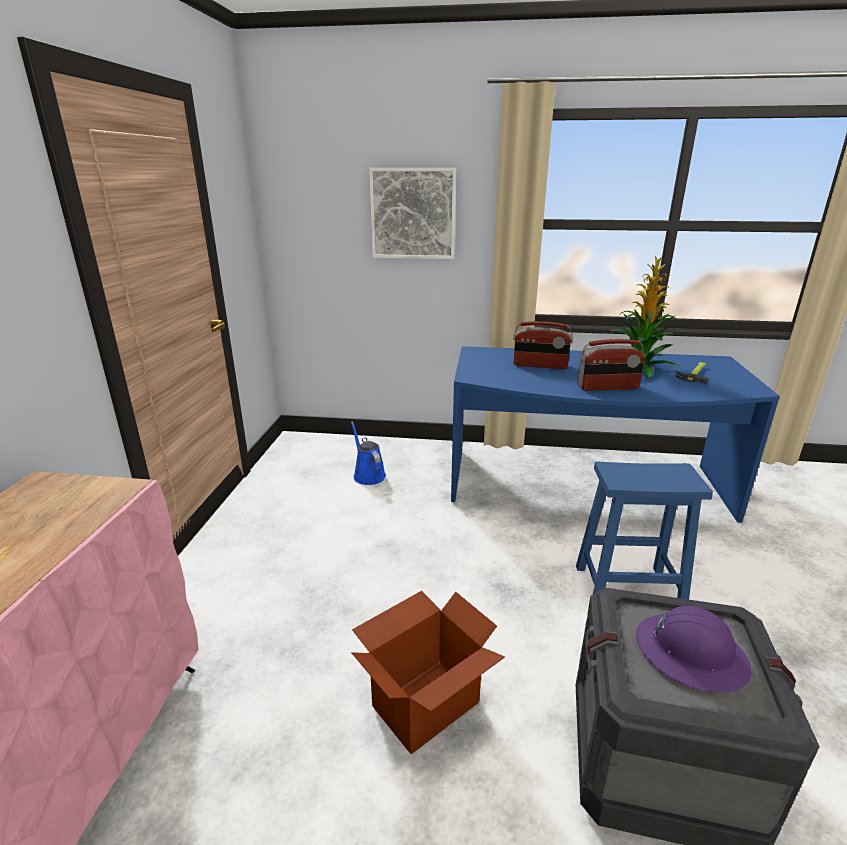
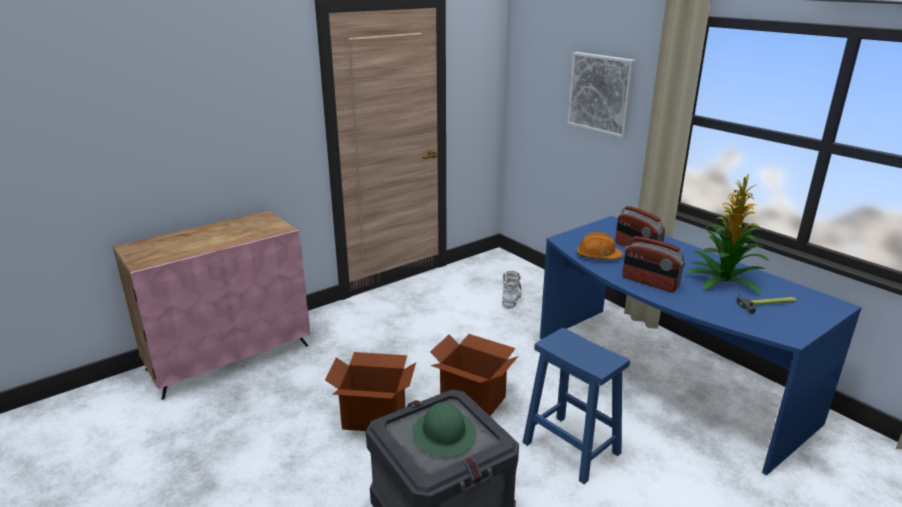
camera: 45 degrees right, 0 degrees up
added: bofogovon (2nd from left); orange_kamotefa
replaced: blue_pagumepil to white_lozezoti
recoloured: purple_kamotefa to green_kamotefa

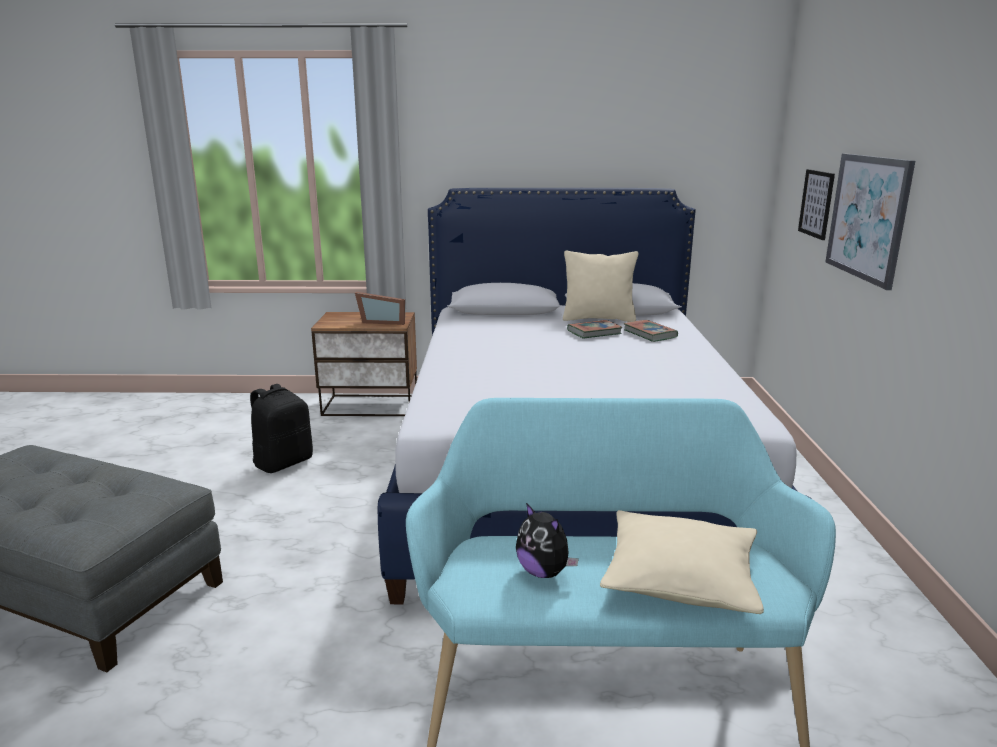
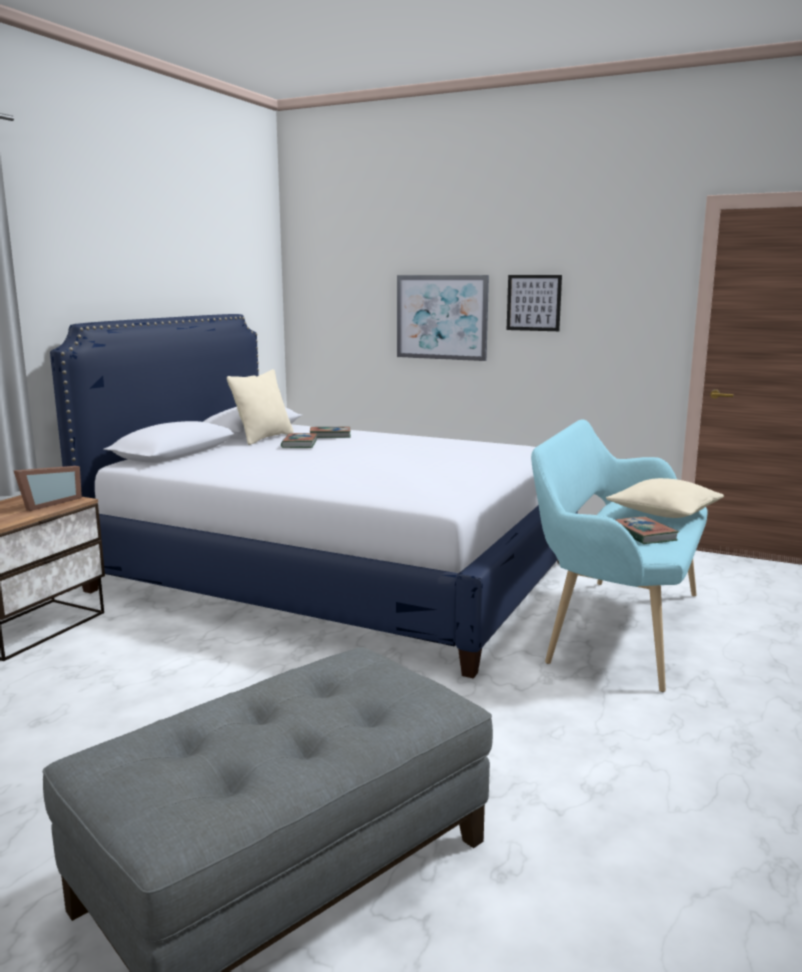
camera: 65 degrees left, 5 degrees down
removed: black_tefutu
moved: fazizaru (1st from left in the first image) to fazizaru (2nd from left)
replaced: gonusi to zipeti (3rd from left)

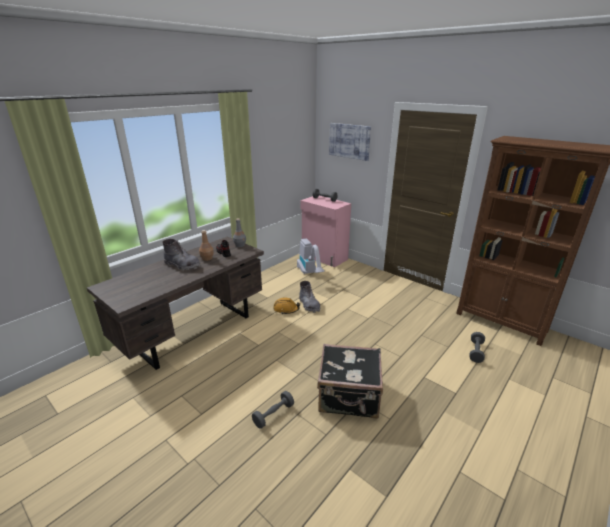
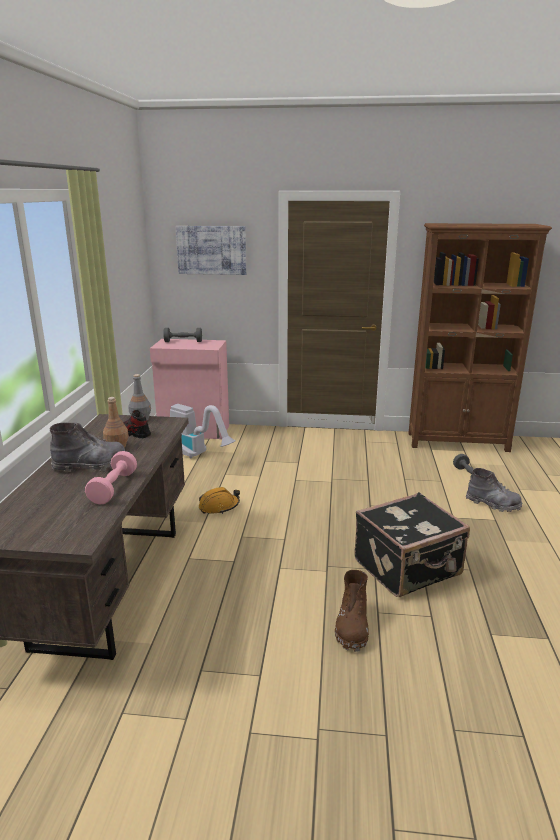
camera: 35 degrees left, 5 degrees down
added: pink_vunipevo
moved: grey_lozezoti (2nd from left)
replaced: grey_vunipevo (1st from left) to brown_lozezoti

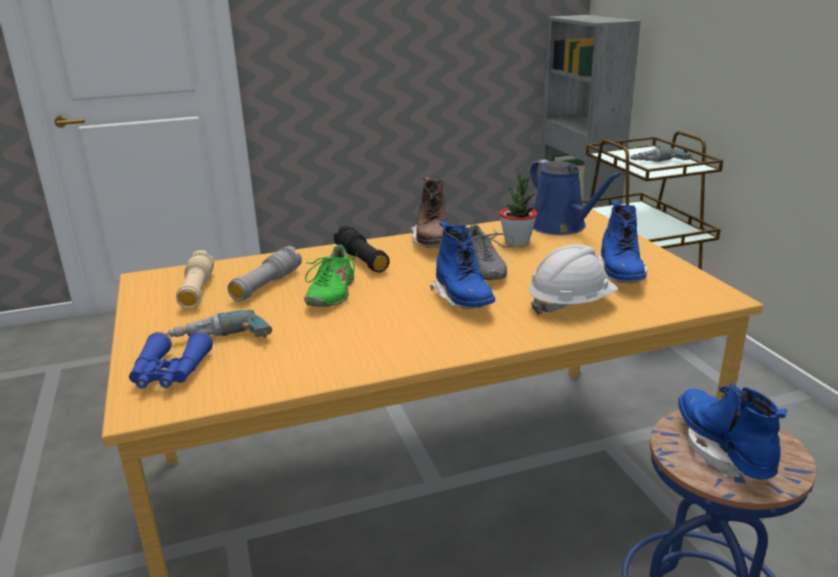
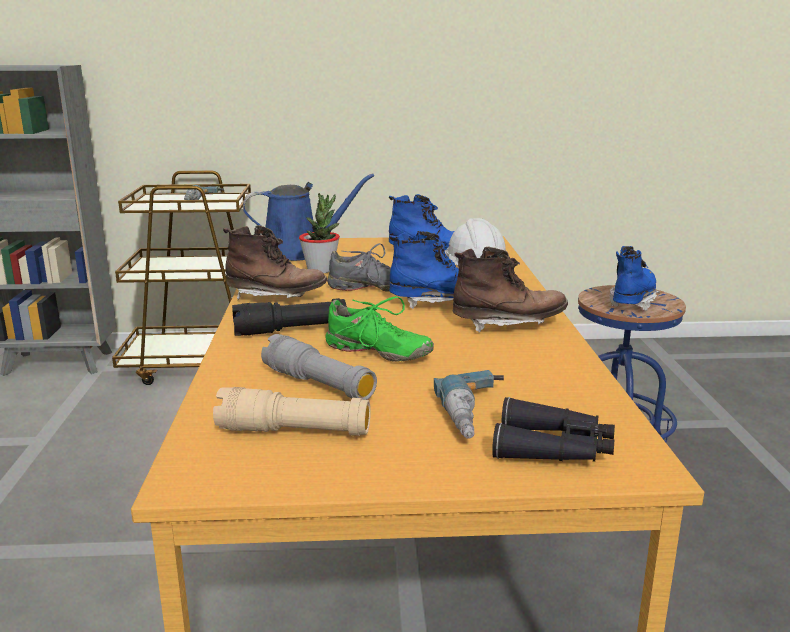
camera: 75 degrees left, 5 degrees down
added: brown_lozezoti (2nd from left)
recoloured: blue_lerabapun to black_lerabapun
turned: blue_lozezoti (3rd from left) 120 degrees clockwise

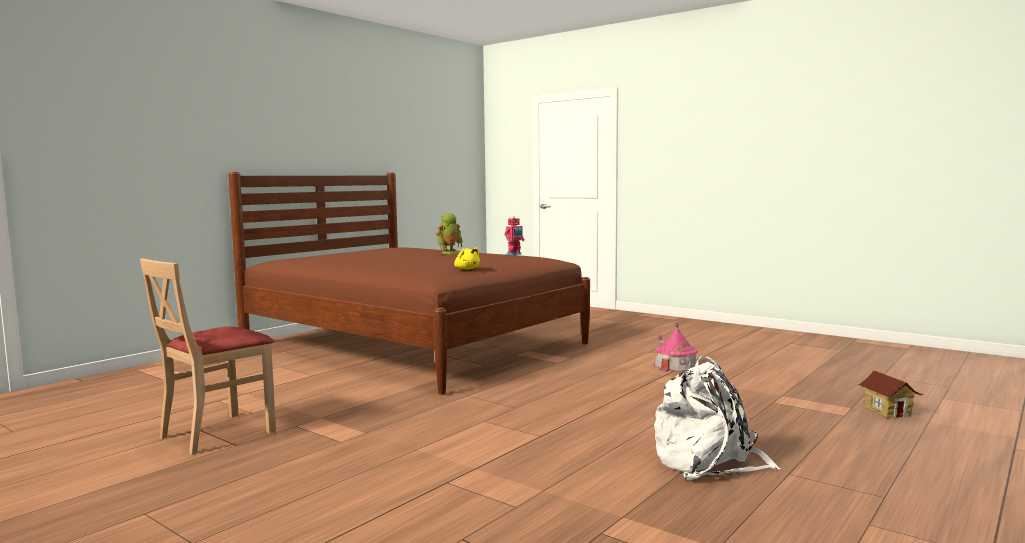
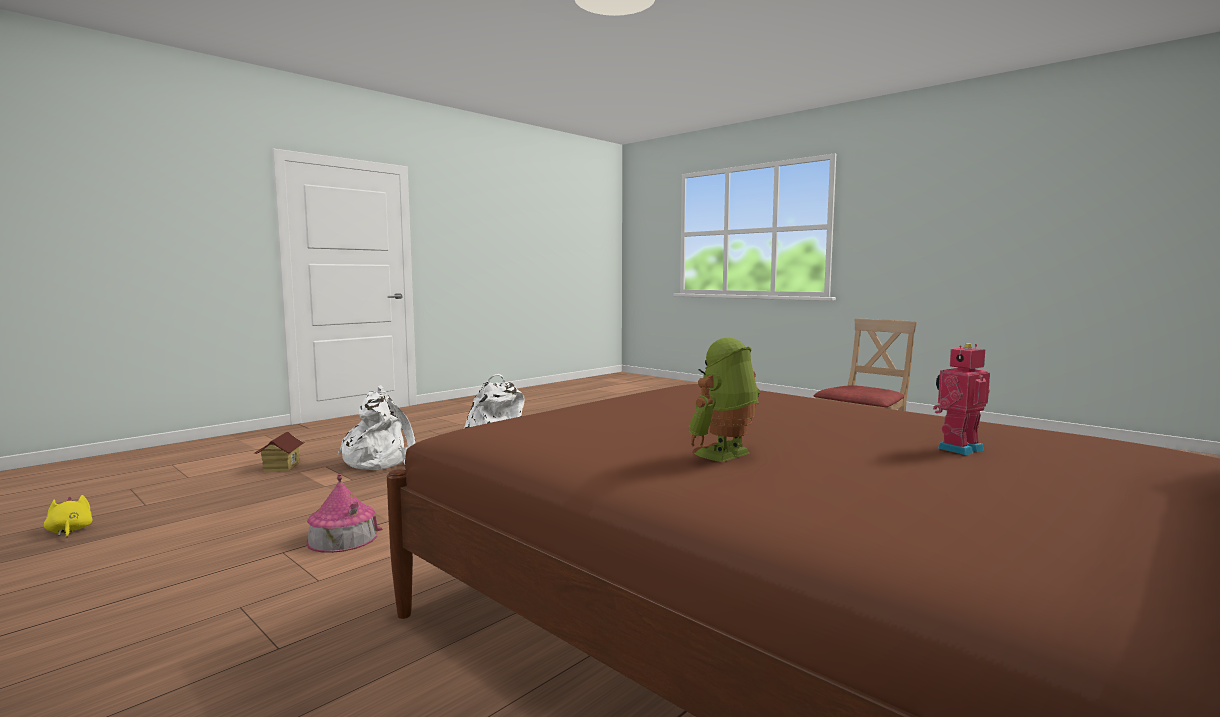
camera: 175 degrees left, 0 degrees up
added: white_tefutu (1st from left)
moved: yellow_gonusi; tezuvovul (2nd from left)

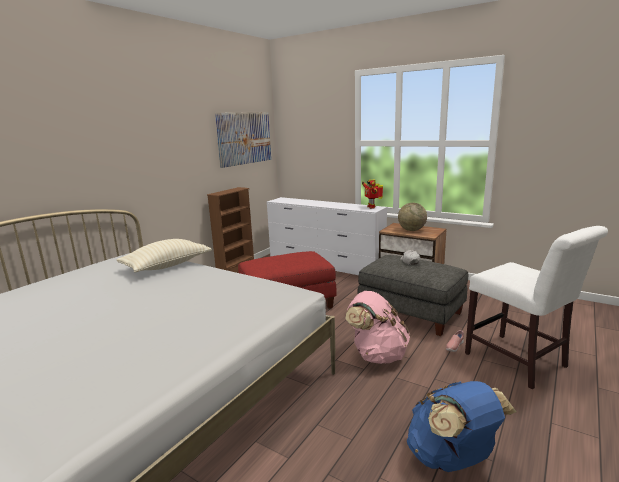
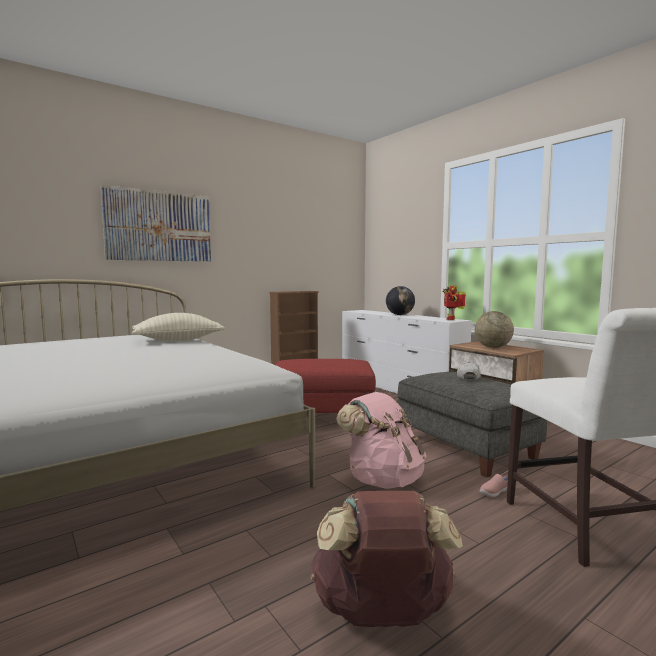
camera: 20 degrees right, 10 degrees down
added: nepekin (1st from left)
moved: fazizaru
recoloured: blue_tefutu to brown_tefutu

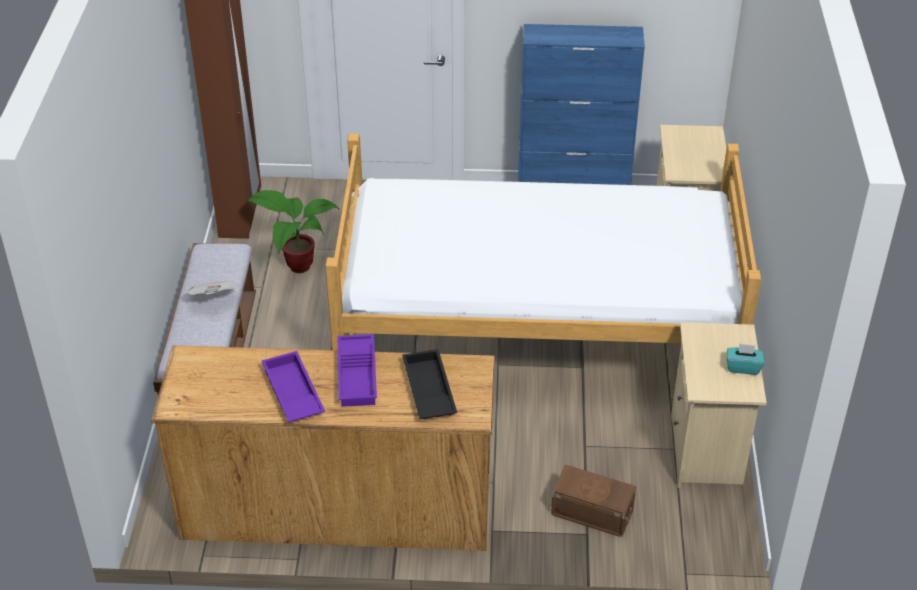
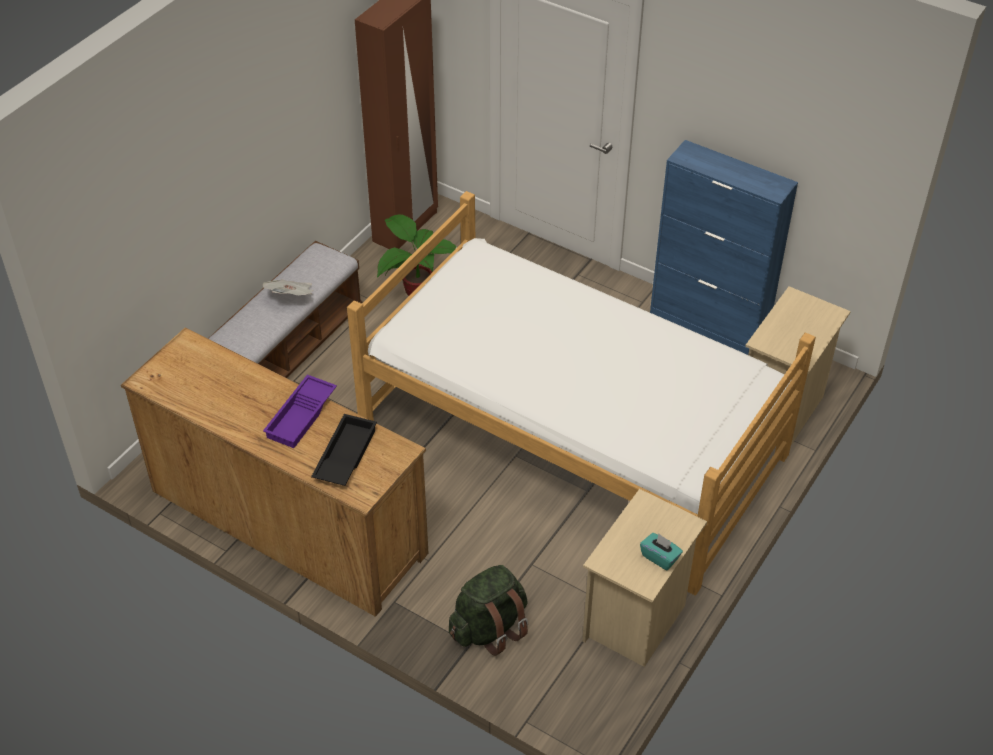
camera: 30 degrees right, 5 degrees up
removed: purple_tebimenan (1st from left)
replaced: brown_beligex to green_tefutu

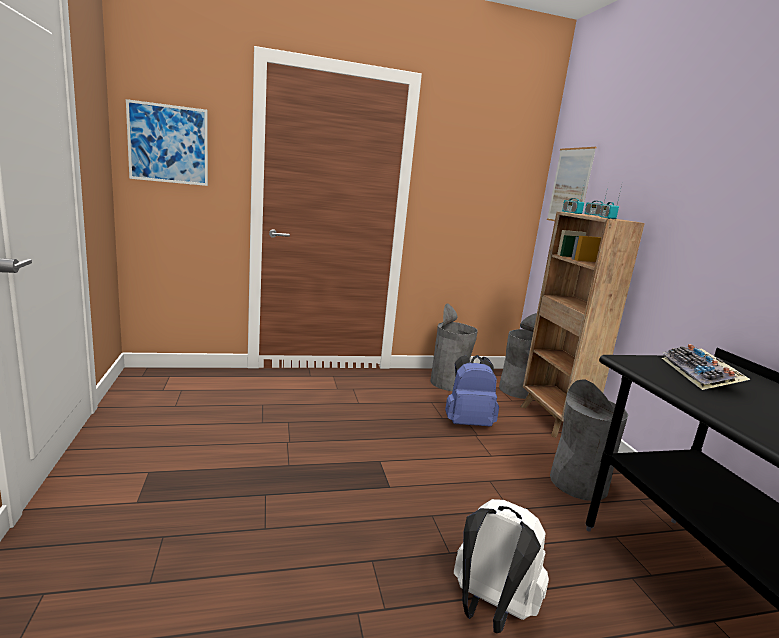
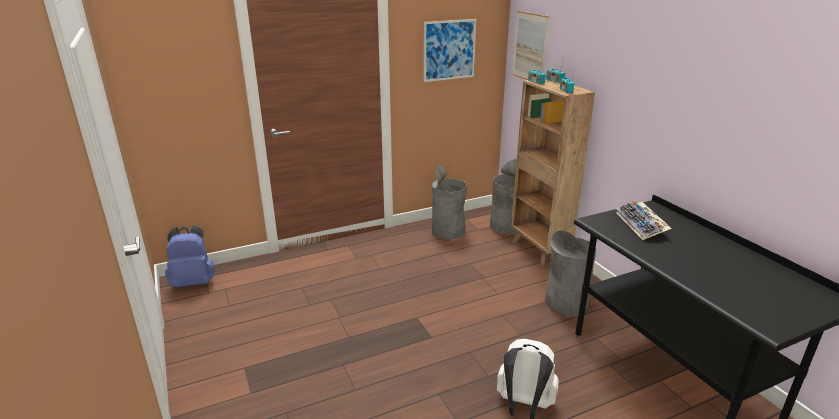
camera: 10 degrees left, 10 degrees up
moved: fazizaru (1st from left); blue_tefutu

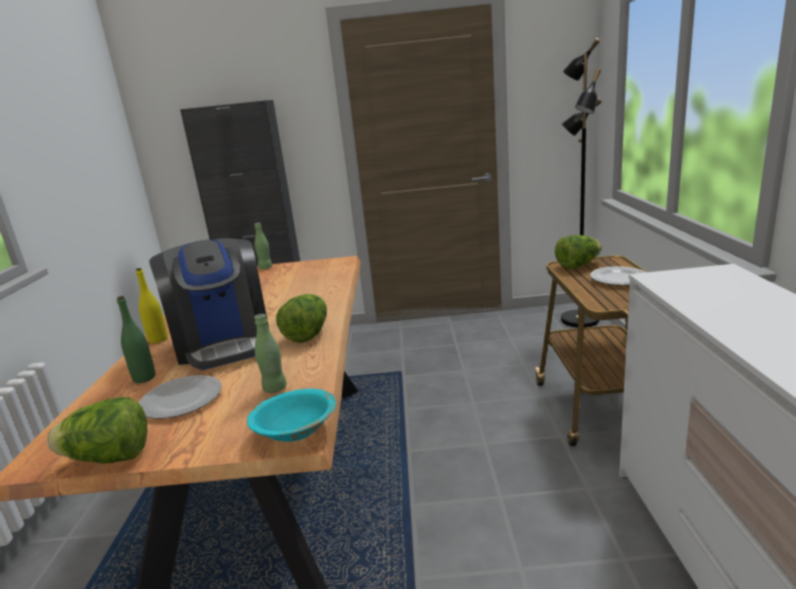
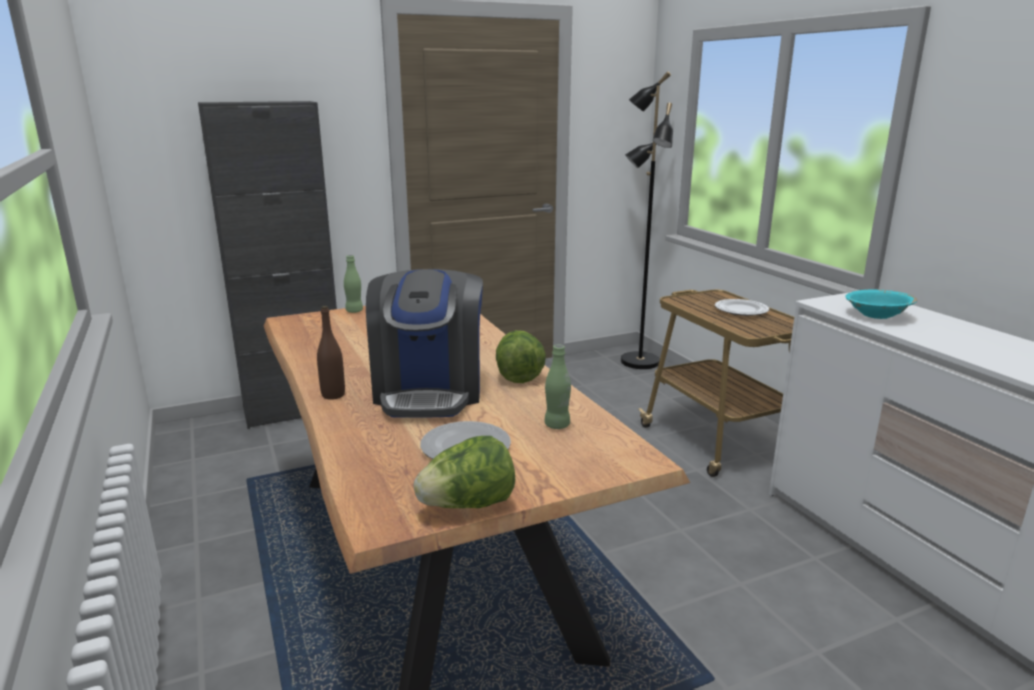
camera: 25 degrees left, 0 degrees up
removed: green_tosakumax (1st from left); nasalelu (3rd from left)
moved: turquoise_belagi
recoloured: yellow_tosakumax to brown_tosakumax
turned: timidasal 45 degrees clockwise

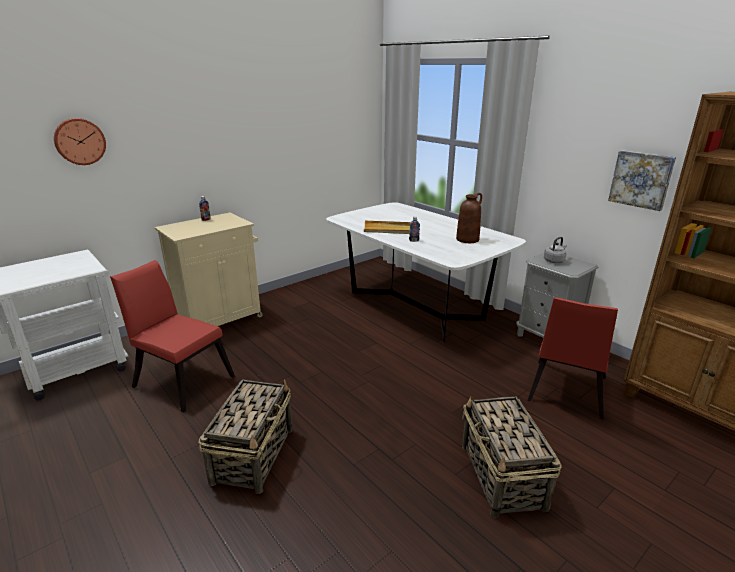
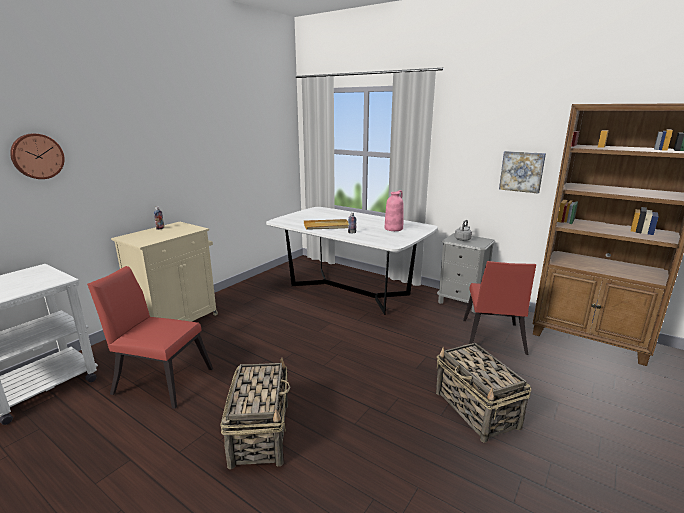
camera: 15 degrees left, 5 degrees down
recoloured: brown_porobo to pink_porobo

